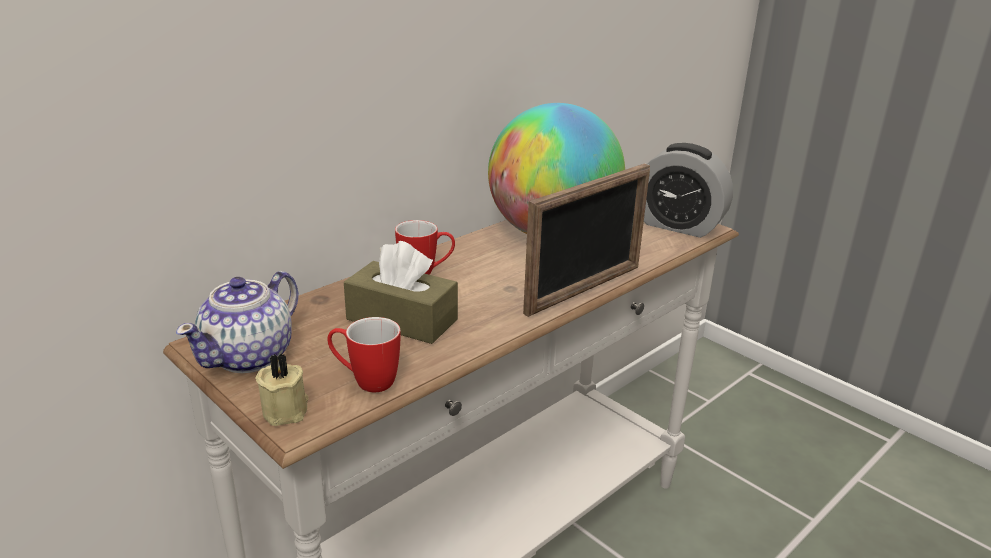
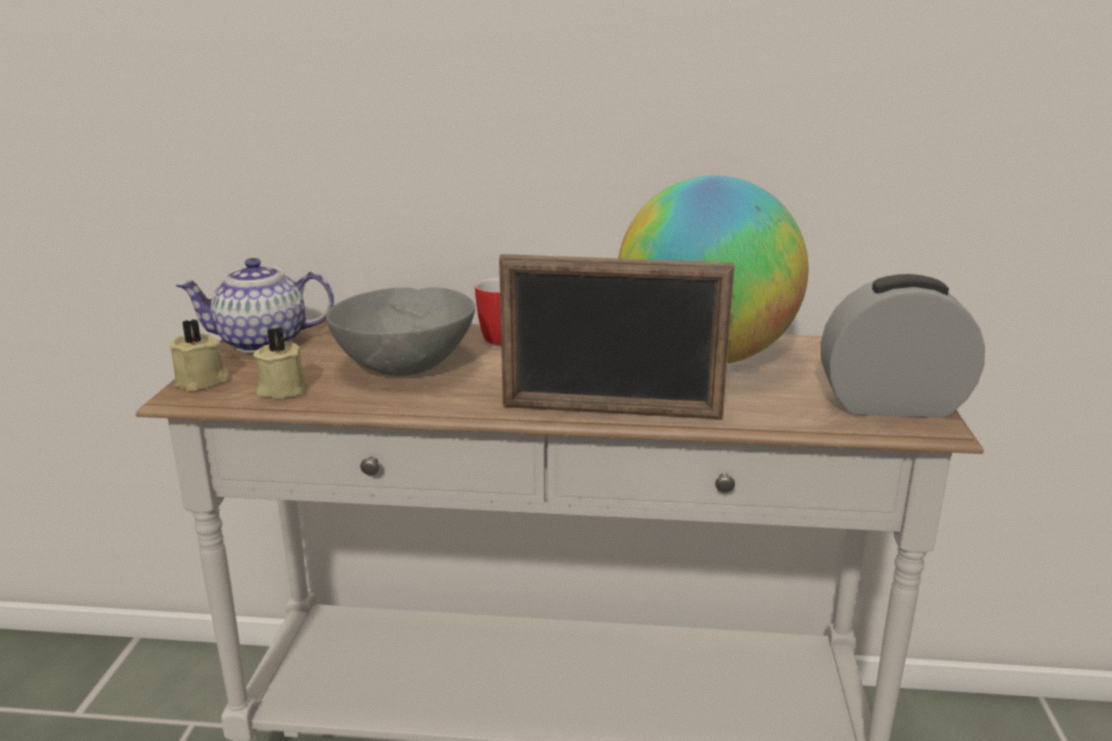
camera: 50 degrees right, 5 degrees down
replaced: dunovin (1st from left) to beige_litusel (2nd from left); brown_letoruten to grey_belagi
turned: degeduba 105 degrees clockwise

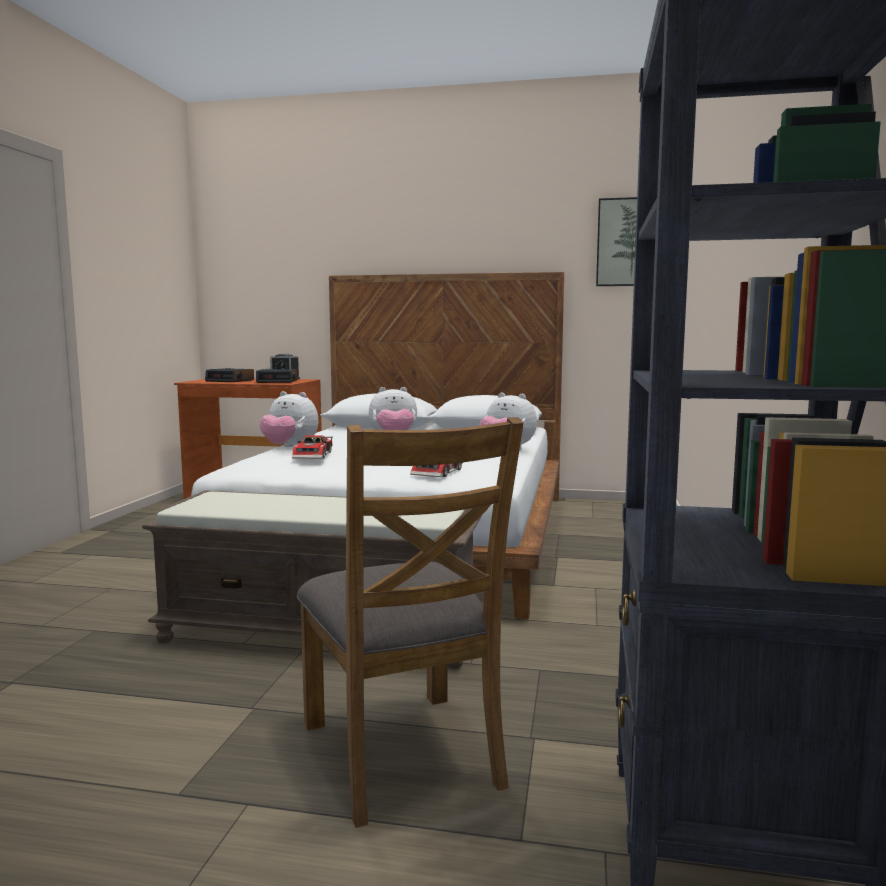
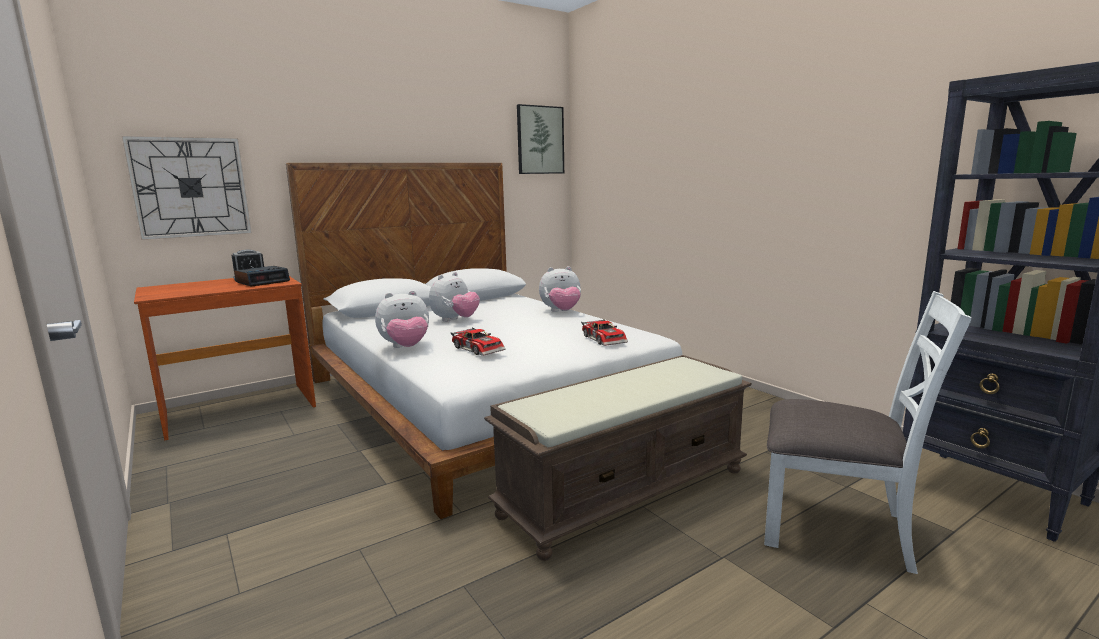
camera: 45 degrees left, 5 degrees up
removed: degeduba (1st from left)
added: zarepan
recoloured: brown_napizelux to white_napizelux

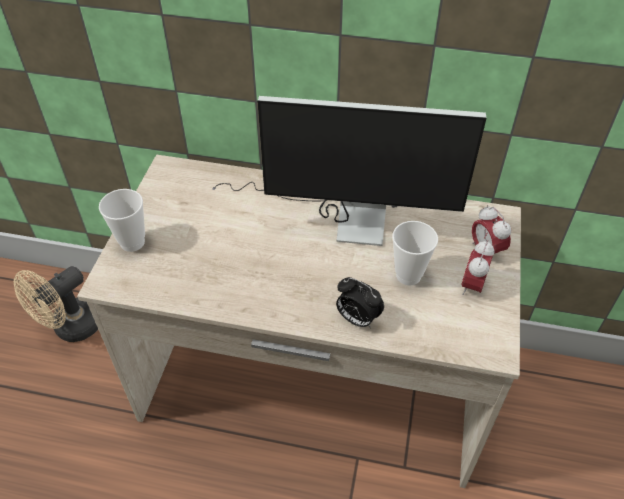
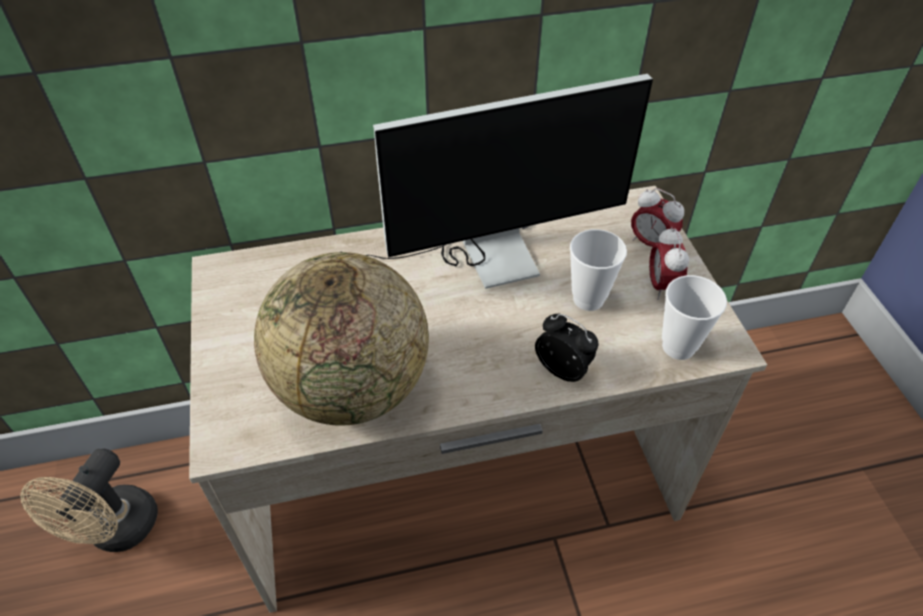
camera: 25 degrees left, 0 degrees up
added: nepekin
moved: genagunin (1st from left in the first image) to genagunin (2nd from left)
turned: degeduba (1st from left) 150 degrees counterclockwise

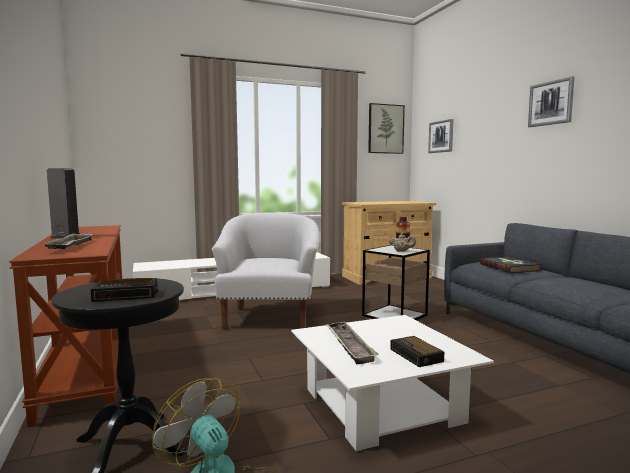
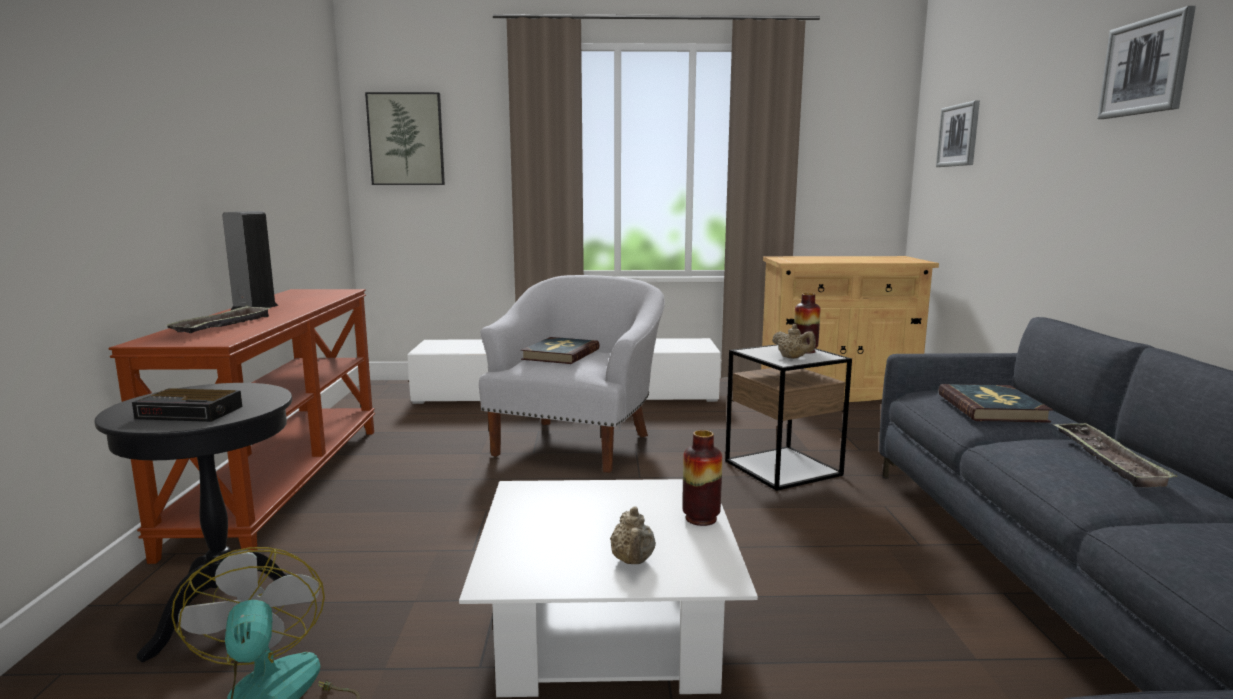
camera: 20 degrees right, 5 degrees up
added: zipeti (1st from left); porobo (1st from left)
moved: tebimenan (2nd from left); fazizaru (1st from left)
replaced: degeduba (2nd from left) to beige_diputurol (1st from left)

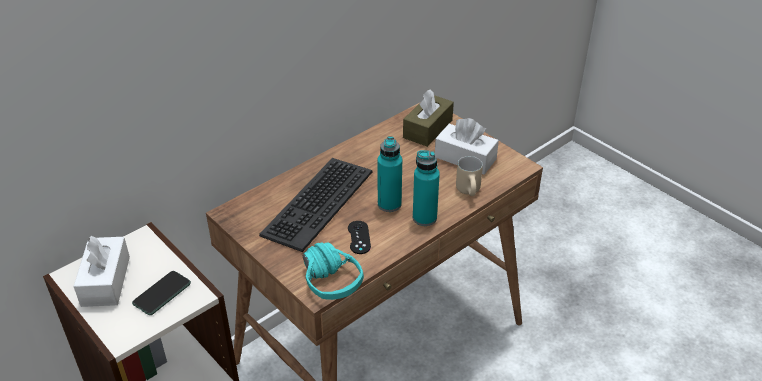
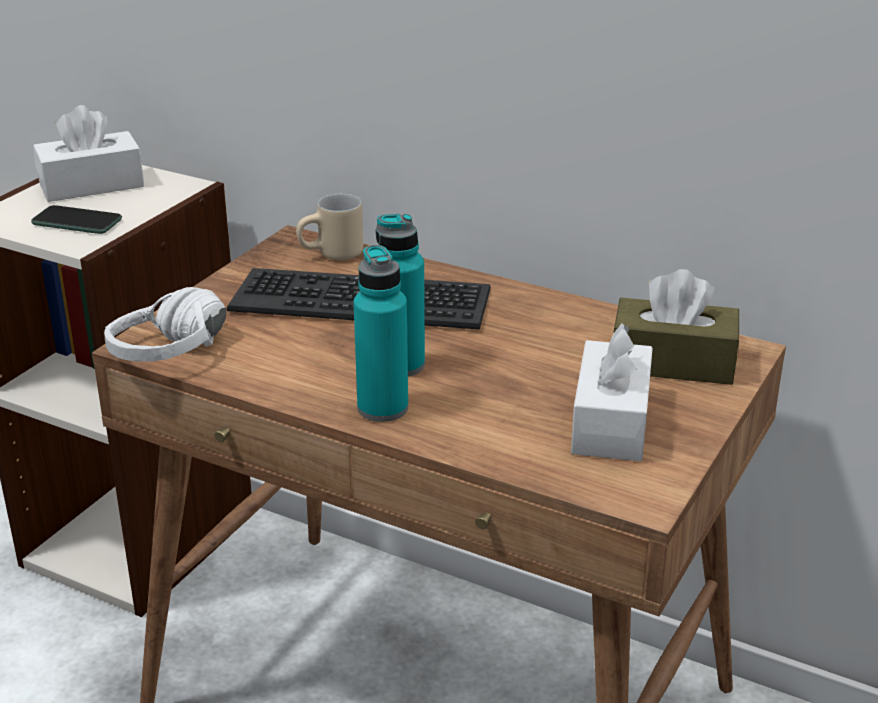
camera: 70 degrees right, 10 degrees down
removed: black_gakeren
moved: beige_dunovin
recoloured: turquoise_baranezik to white_baranezik

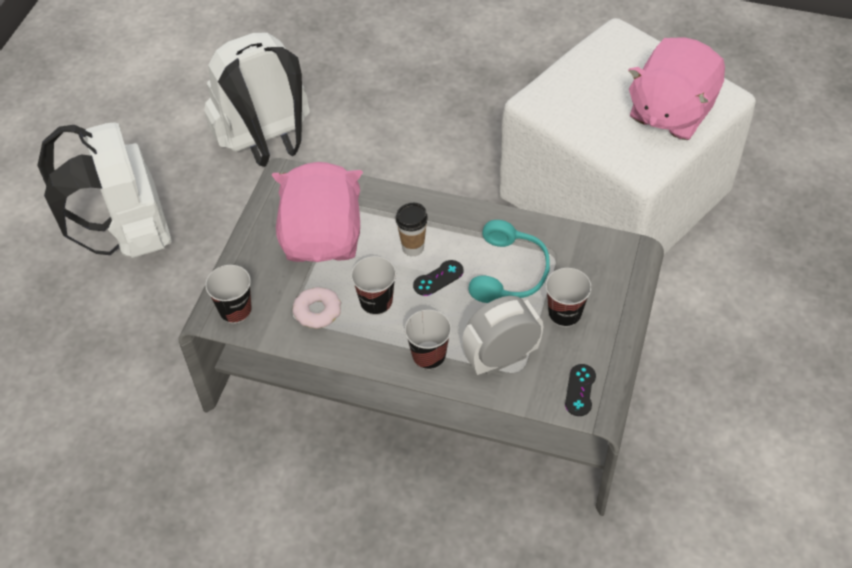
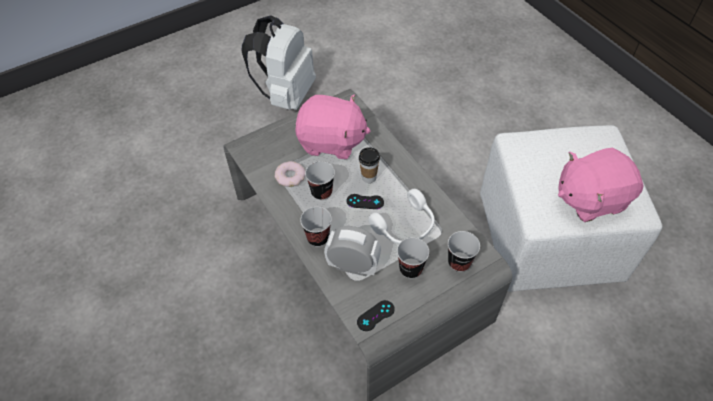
camera: 40 degrees right, 0 degrees up
removed: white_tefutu (2nd from left)
moved: genagunin (1st from left in the first image) to genagunin (5th from left)
recoloured: turquoise_baranezik to white_baranezik
turned: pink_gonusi (1st from left) 60 degrees clockwise

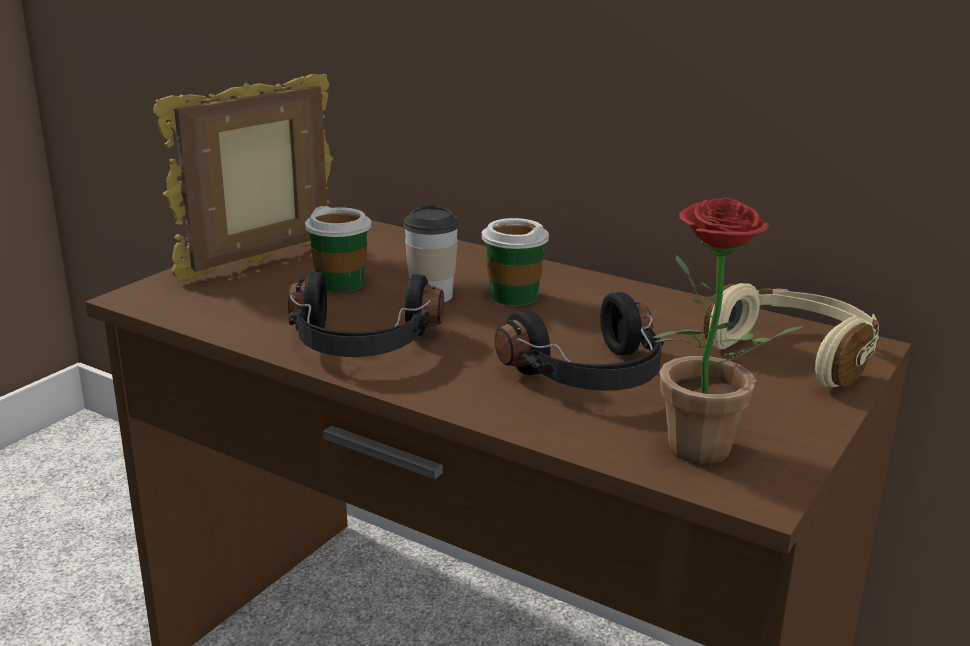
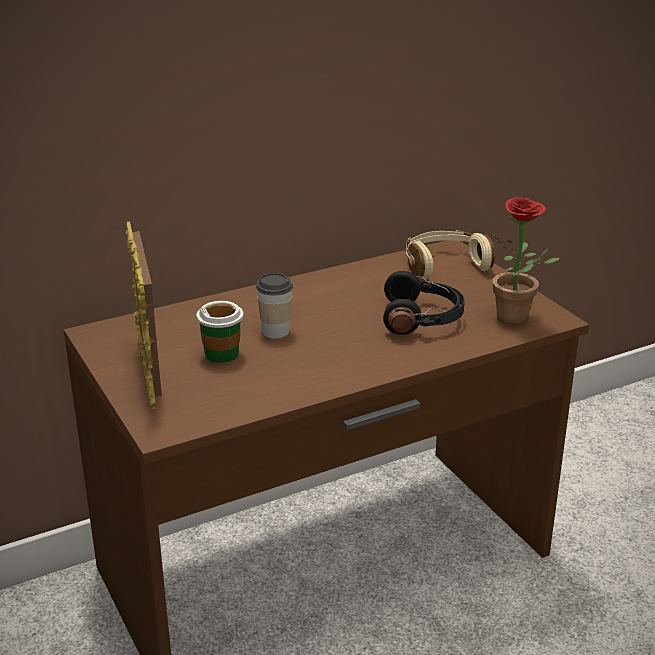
camera: 60 degrees left, 5 degrees up
removed: black_baranezik (1st from left); genagunin (3rd from left)

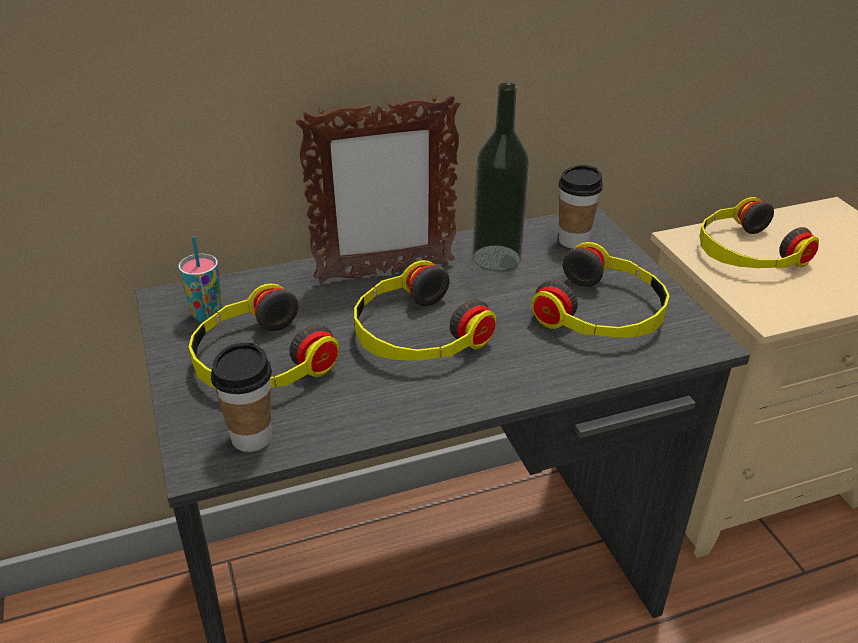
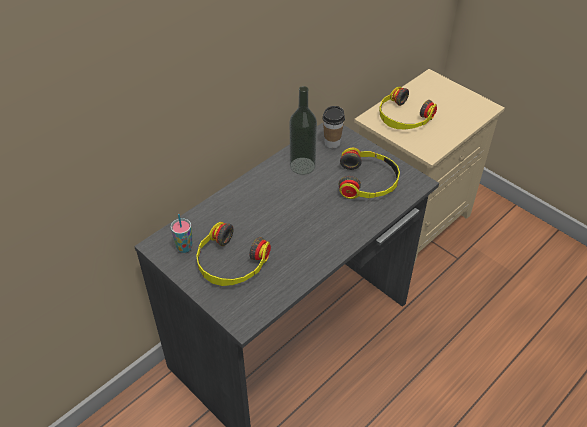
camera: 25 degrees left, 10 degrees up
removed: genagunin (2nd from left); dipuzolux; baranezik (2nd from left)

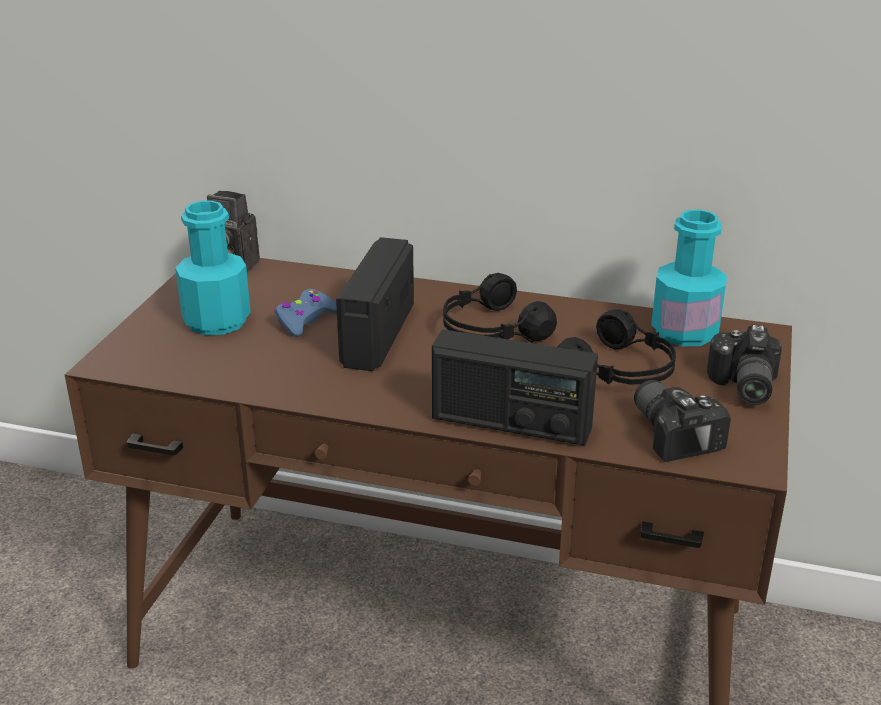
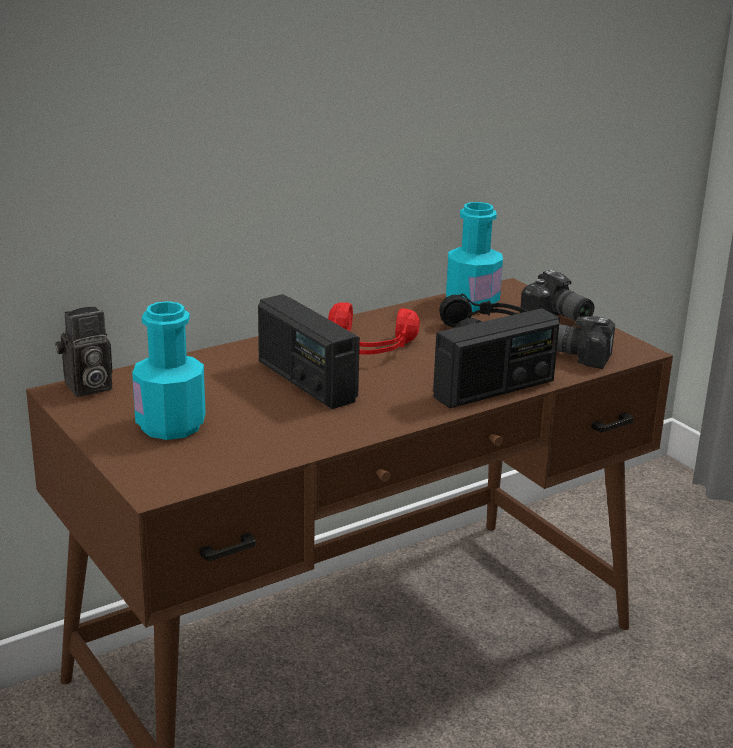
camera: 50 degrees left, 5 degrees down
removed: blue_gakeren
recoloured: black_baranezik (1st from left) to red_baranezik

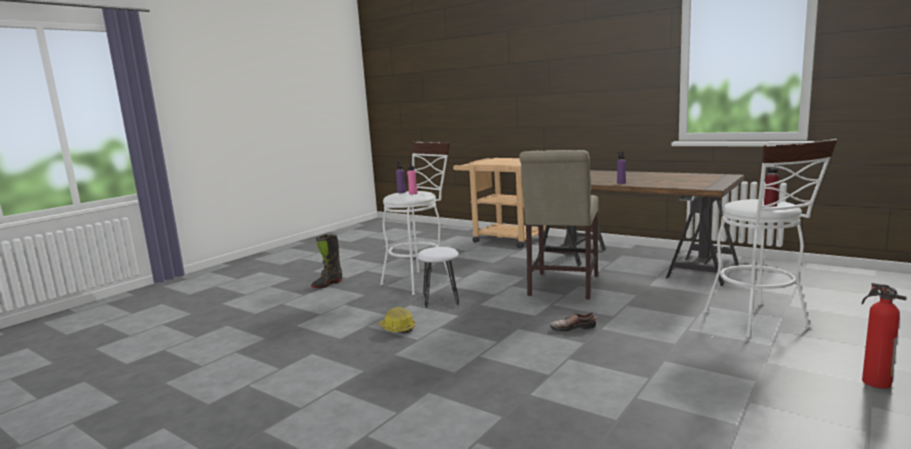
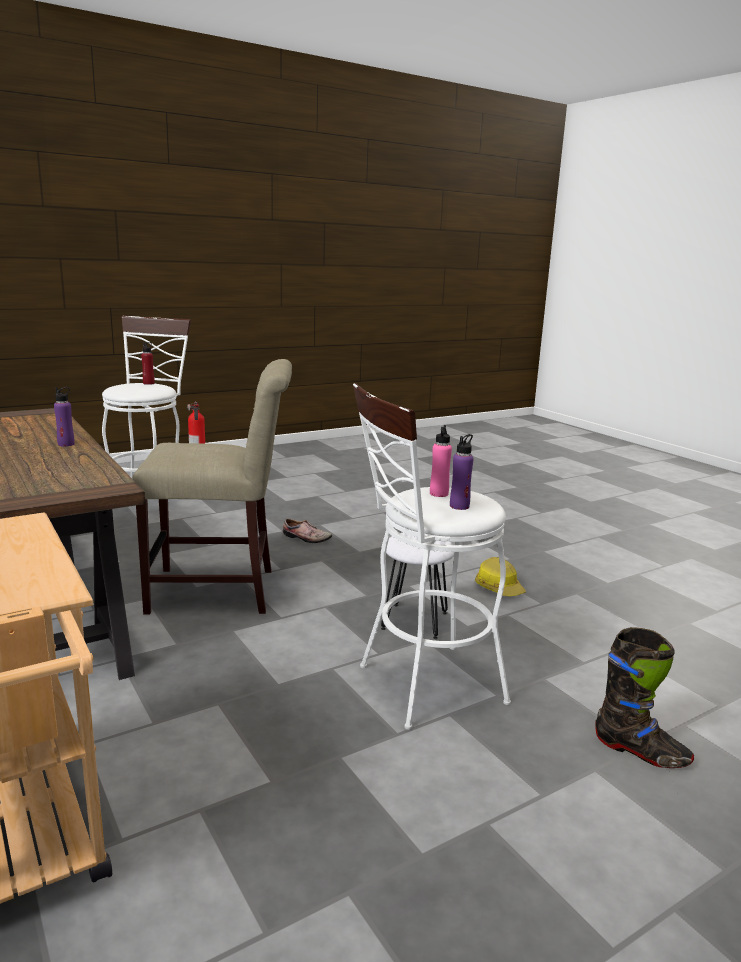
camera: 160 degrees left, 5 degrees up
turned: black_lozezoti 60 degrees clockwise; beige_napizelux 45 degrees clockwise

